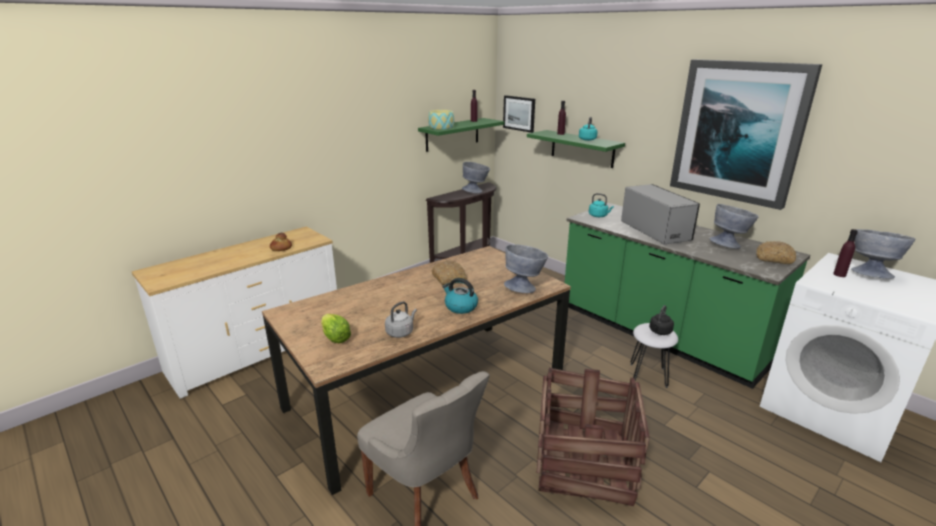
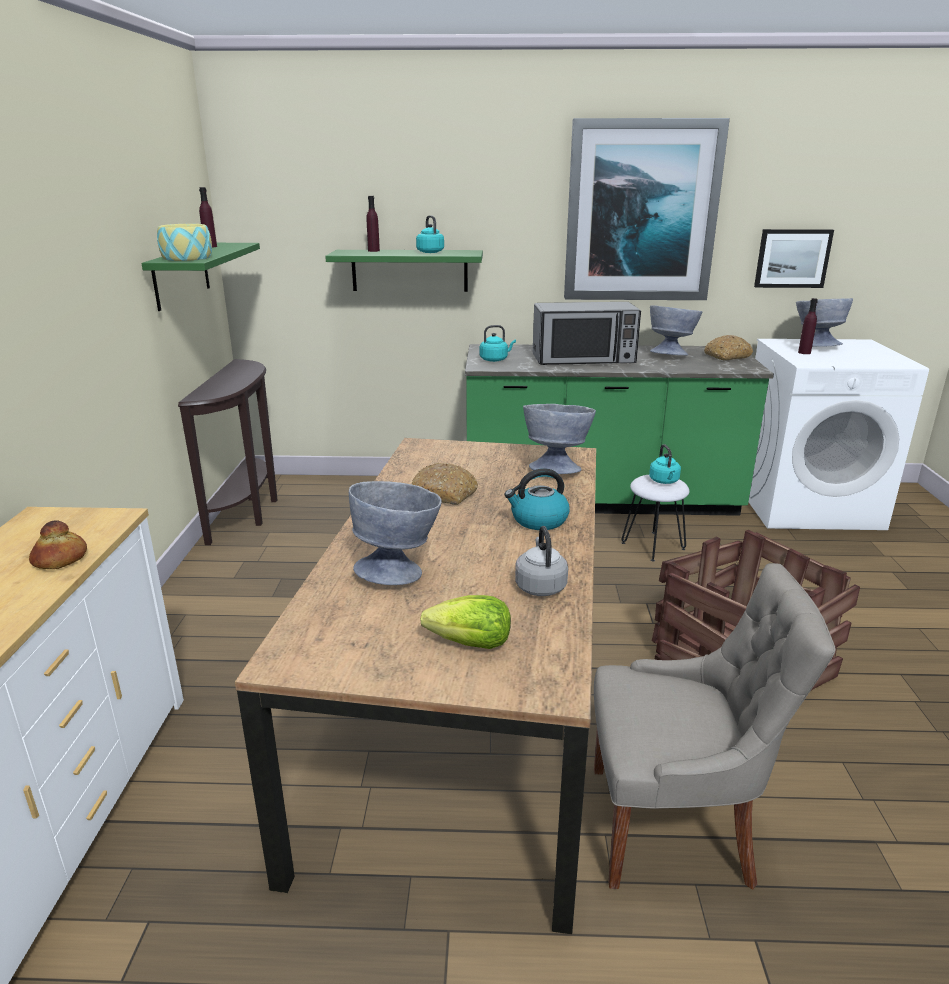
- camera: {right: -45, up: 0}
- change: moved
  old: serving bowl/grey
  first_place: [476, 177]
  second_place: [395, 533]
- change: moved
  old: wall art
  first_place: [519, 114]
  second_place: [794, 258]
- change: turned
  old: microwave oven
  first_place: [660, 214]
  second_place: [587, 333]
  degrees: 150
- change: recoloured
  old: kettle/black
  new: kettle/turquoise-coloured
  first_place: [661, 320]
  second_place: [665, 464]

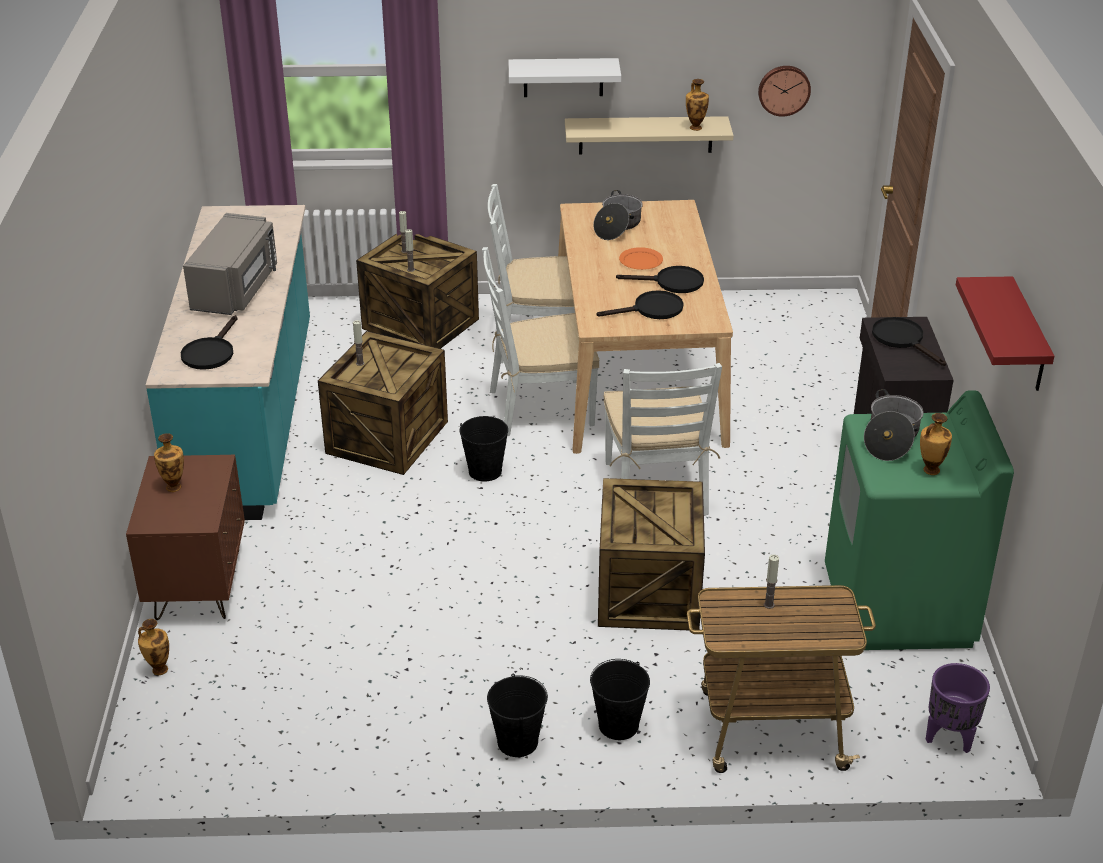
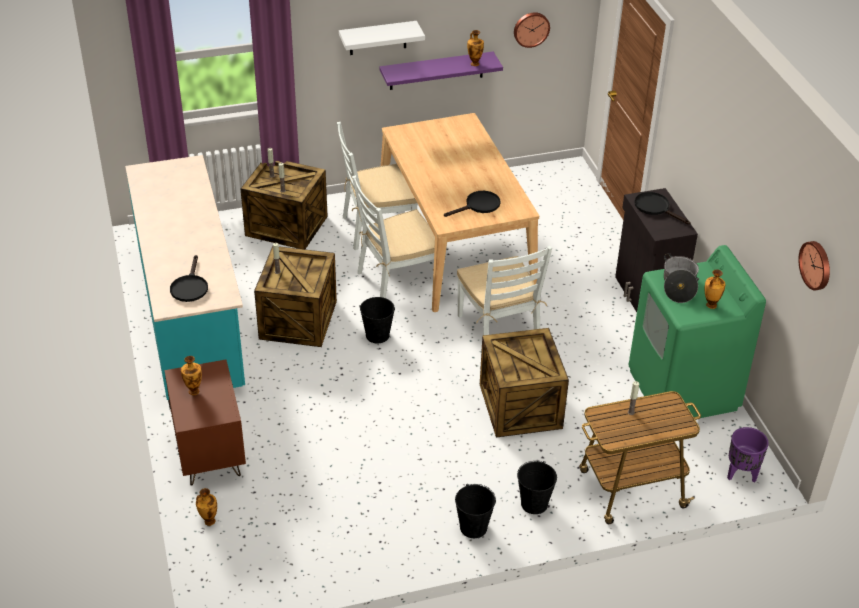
- camera: {right: -15, up: 5}
- change: removed
  old: microwave oven/grey
  first_place: [230, 264]
- change: recoloured
  old: wall shelf/beige
  new: wall shelf/purplish
  first_place: [649, 135]
  second_place: [441, 71]
- change: removed
  old: stockpot
  first_place: [618, 215]
- change: removed
  old: pan/black
  first_place: [660, 279]
- change: removed
  old: dinner plate/orangey
  first_place: [641, 258]
- change: removed
  old: wall shelf/red-coloured
  first_place: [1005, 333]
- change: added
  new: wall clock
  second_place: [814, 265]

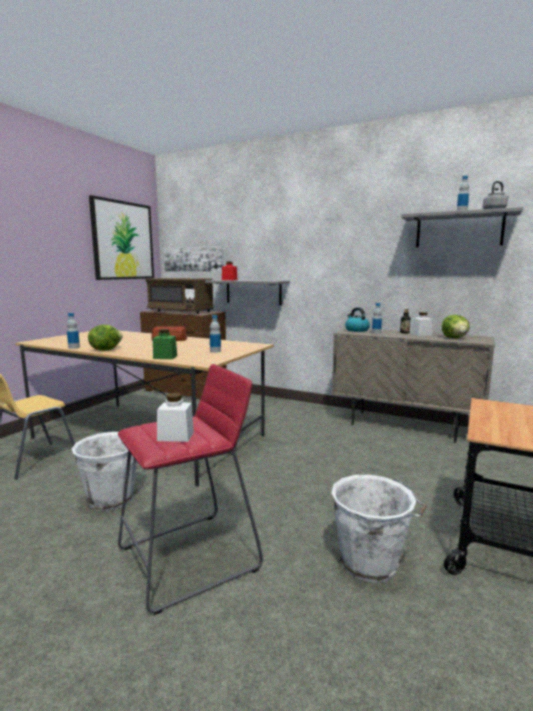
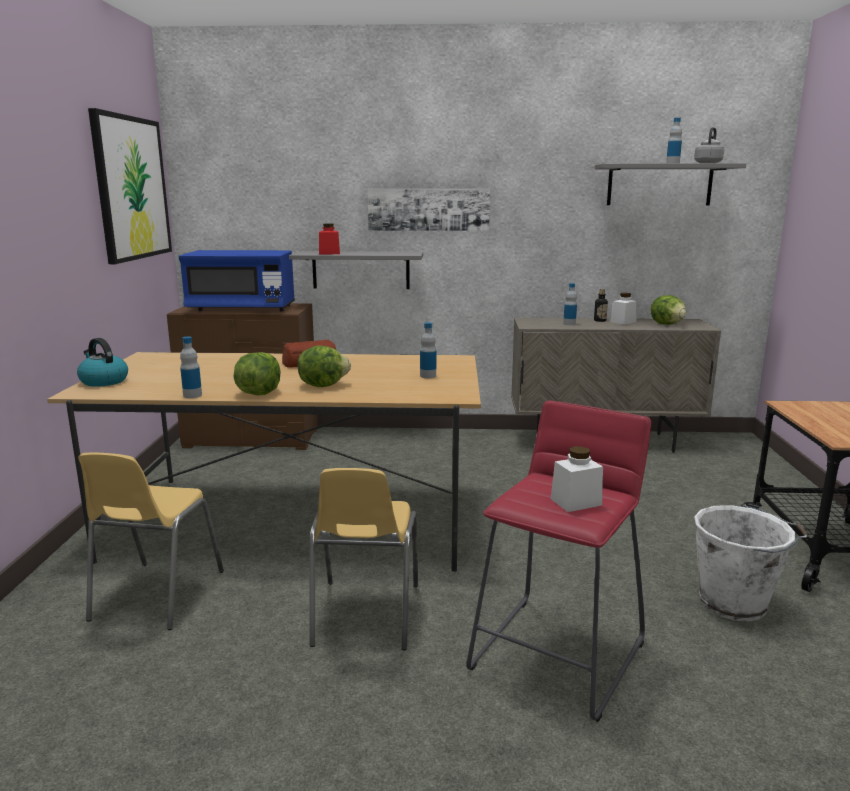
- camera: {right: -25, up: 5}
- change: replaced
  old: pail/white-coloured
  new: plain chair/yellow-coloured
  first_place: [104, 471]
  second_place: [364, 559]
- change: recoloured
  old: microwave oven/brown
  new: microwave oven/blue
  first_place: [180, 296]
  second_place: [237, 280]
- change: removed
  old: preserve jar/green-coloured
  first_place: [165, 344]
- change: moved
  old: wall art
  first_place: [194, 259]
  second_place: [428, 210]
- change: moved
  old: kettle
  first_place: [357, 319]
  second_place: [102, 362]
- change: added
  new: lettuce head
  second_place: [324, 366]

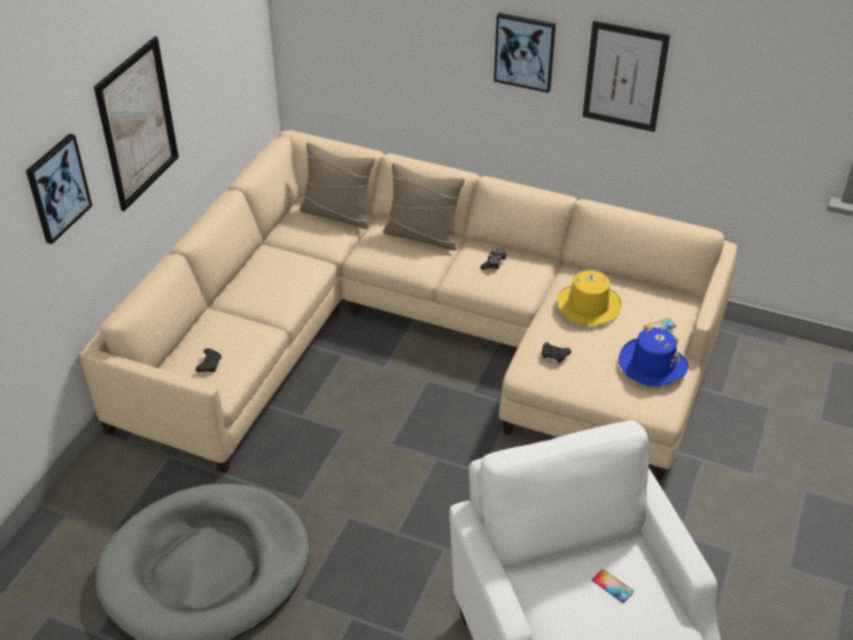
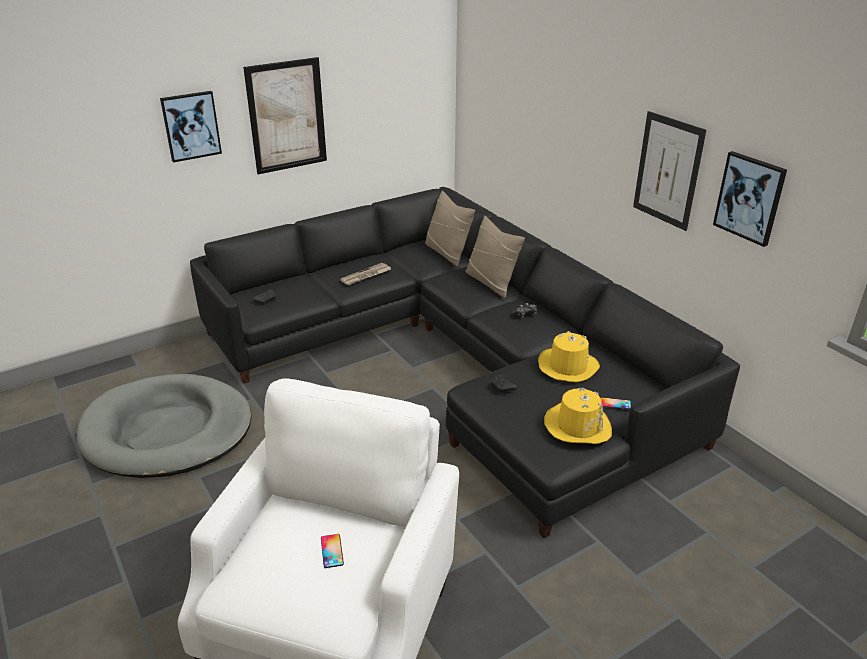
- camera: {right: 35, up: -10}
- change: recoloured
  old: settee/beige
  new: settee/black
  first_place: [408, 305]
  second_place: [465, 362]
- change: moved
  old: wall art
  first_place: [525, 53]
  second_place: [750, 199]
- change: recoloured
  old: clothing hat/blue
  new: clothing hat/yellow-coloured
  first_place: [653, 356]
  second_place: [578, 416]
- change: added
  new: daily paper
  second_place: [365, 274]

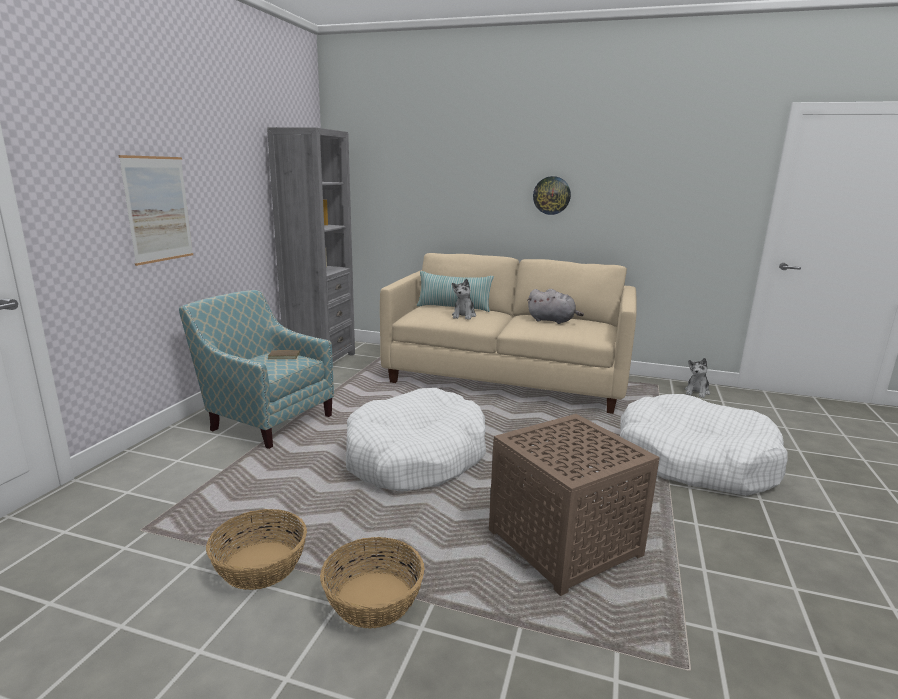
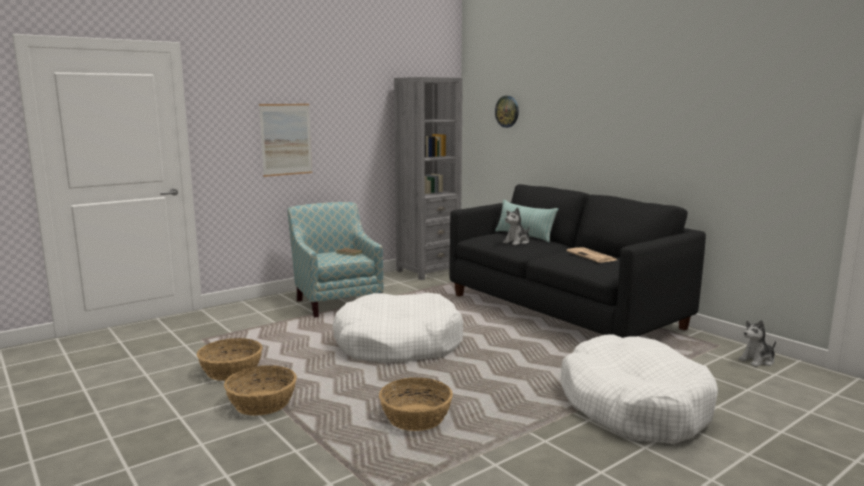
- camera: {right: 35, up: -5}
- change: recoloured
  old: settee/beige
  new: settee/black
  first_place: [508, 333]
  second_place: [577, 261]
- change: replaced
  old: accent table/brown
  new: storage basket
  first_place: [574, 505]
  second_place: [416, 404]
- change: replaced
  old: cuddly toy/grey
  new: daily paper
  first_place: [555, 306]
  second_place: [591, 255]
- change: moved
  old: wall clock
  first_place: [552, 195]
  second_place: [507, 112]

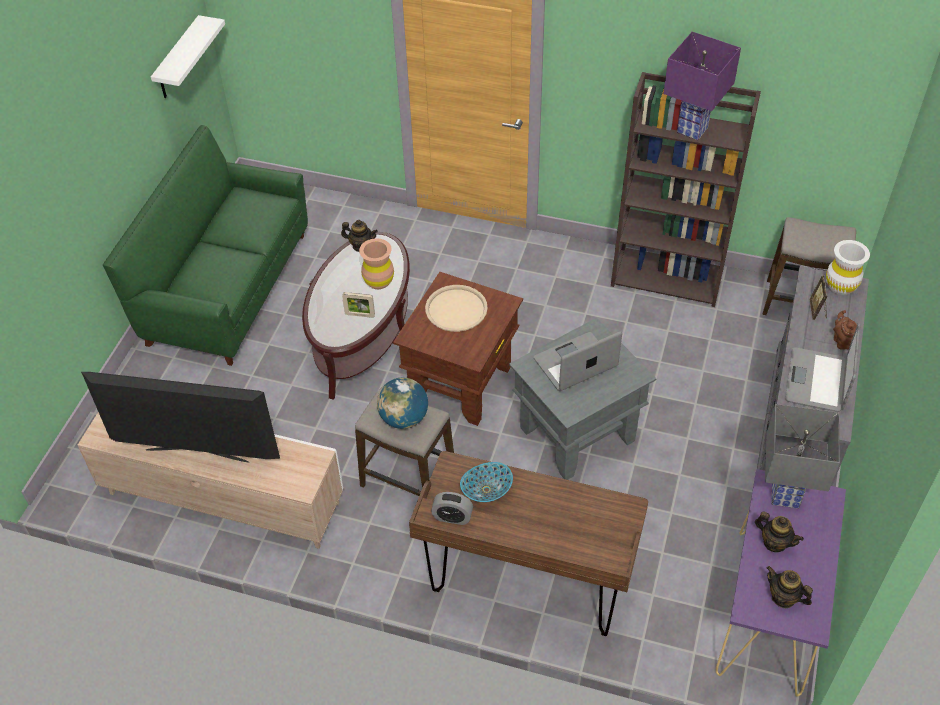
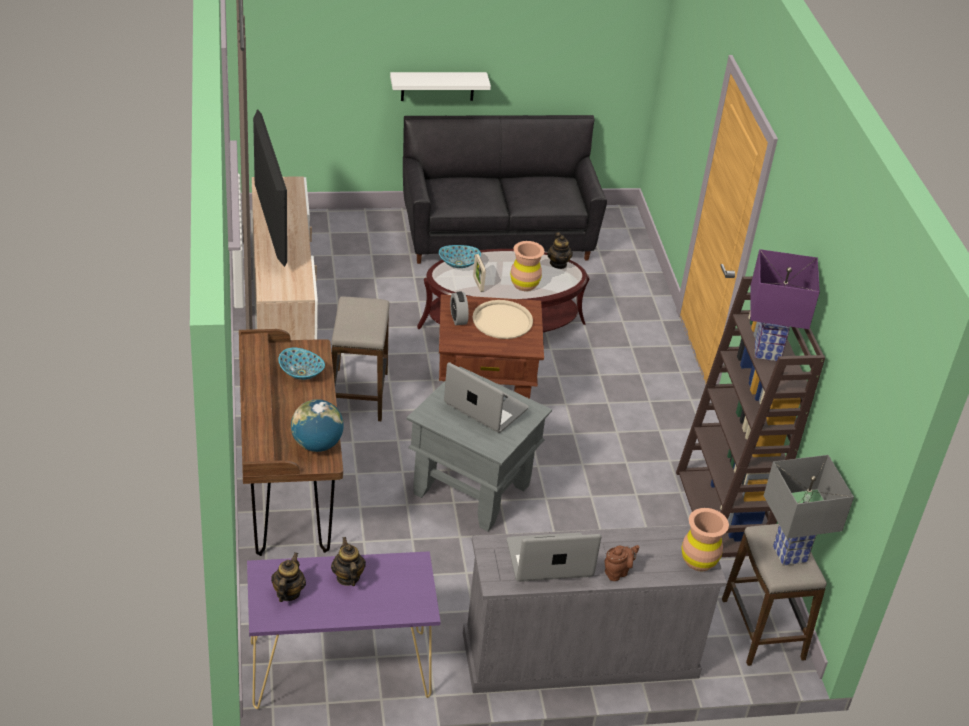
- camera: {right: 60, up: -10}
- change: recoloured
  old: settee/green-coloured
  new: settee/black
  first_place: [205, 245]
  second_place: [505, 189]
- change: moved
  old: wall shelf/white-coloured
  first_place: [188, 56]
  second_place: [440, 86]
- change: moved
  old: world globe
  first_place: [402, 403]
  second_place: [317, 425]
- change: moved
  old: bedside clock
  first_place: [452, 508]
  second_place: [459, 308]
- change: turned
  old: teapot
  first_place: [779, 532]
  second_place: [348, 561]
  degrees: 150
- change: moved
  old: table lamp/grey
  first_place: [802, 456]
  second_place: [809, 510]
- change: removed
  old: photo frame
  first_place: [819, 297]
- change: recoloured
  old: decorative vase/white-coloured
  new: decorative vase/brown
  first_place: [848, 267]
  second_place: [705, 539]
- change: added
  new: serving bowl
  second_place: [460, 256]

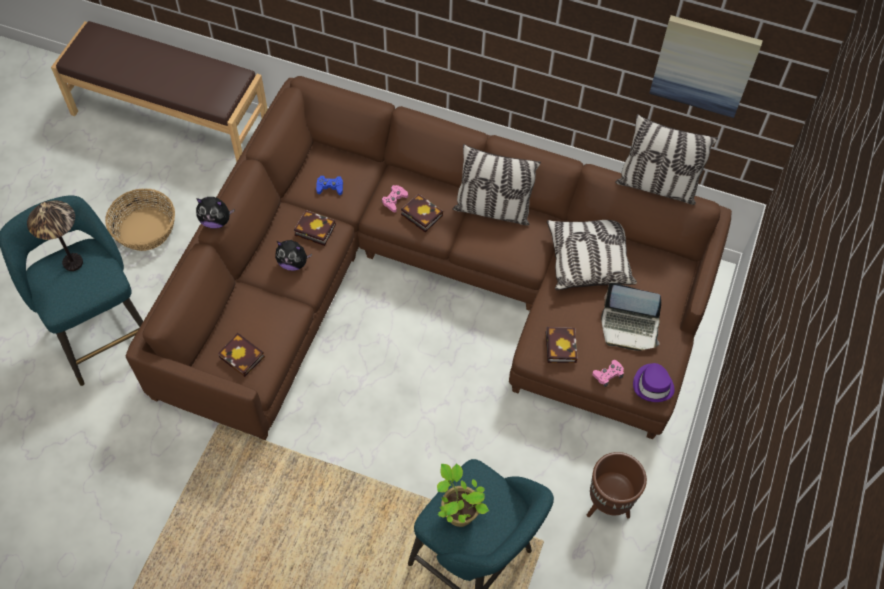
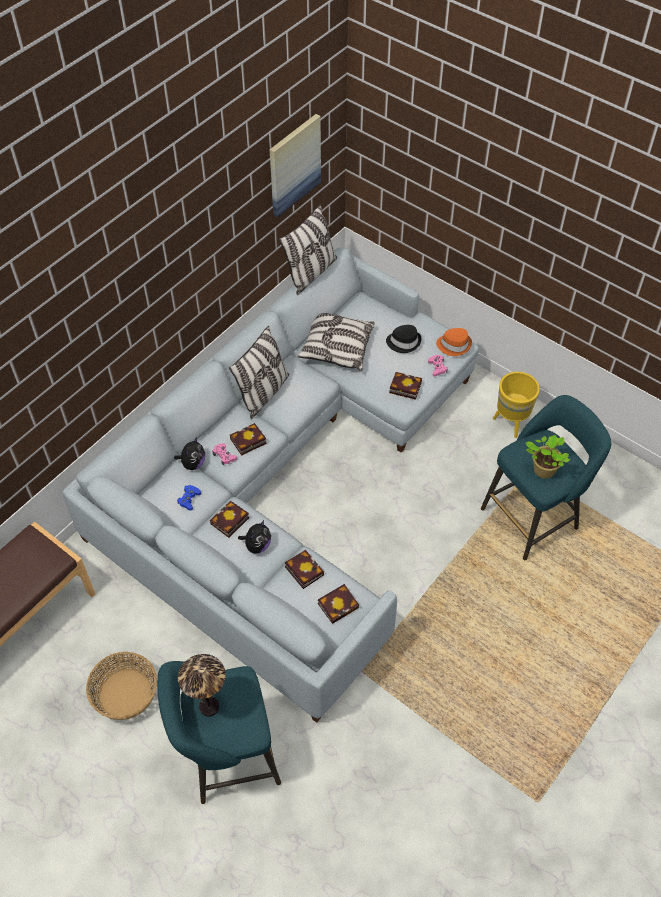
- camera: {right: -70, up: -5}
- change: recoloured
  old: settee/brown
  new: settee/grey
  first_place: [429, 258]
  second_place: [270, 485]
- change: moved
  old: cuddly toy
  first_place: [215, 213]
  second_place: [189, 453]
- change: recoloured
  old: plant pot/brown
  new: plant pot/yellow-coloured
  first_place: [617, 485]
  second_place: [516, 405]
- change: replaced
  old: laptop
  new: clothing hat/black
  first_place: [631, 317]
  second_place: [404, 339]
- change: recoloured
  old: clothing hat/purplish
  new: clothing hat/orangey
  first_place: [654, 382]
  second_place: [454, 342]
- change: added
  new: bound book
  second_place: [304, 569]

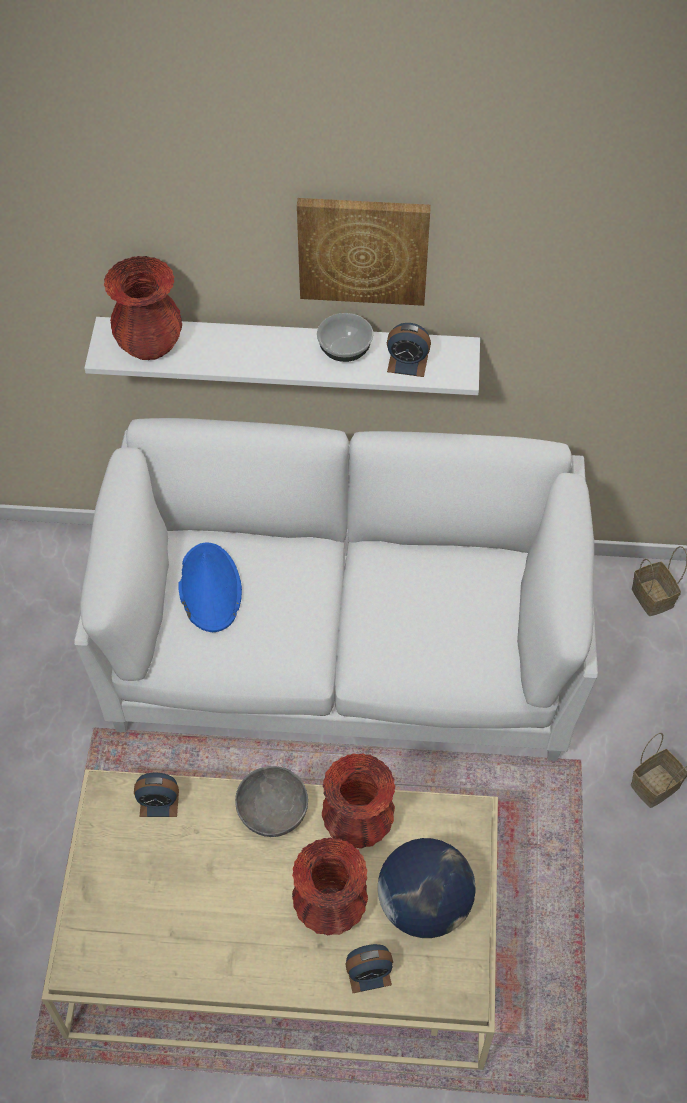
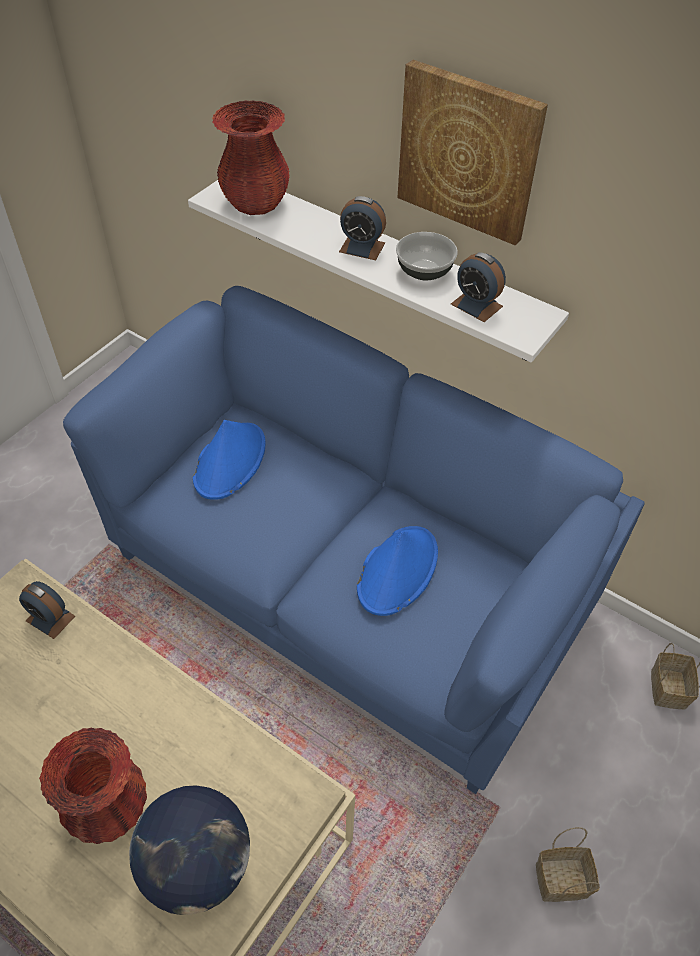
- camera: {right: 30, up: -5}
- change: recoloured
  old: settee/white-coloured
  new: settee/blue
  first_place: [336, 589]
  second_place: [354, 540]
- change: removed
  old: serving bowl/grey
  first_place: [271, 801]
- change: removed
  old: decorative vase/red-coloured
  first_place: [358, 801]
- change: moved
  old: bedside clock
  first_place: [369, 968]
  second_place: [362, 228]
- change: added
  new: clothing hat/blue
  second_place: [397, 571]

